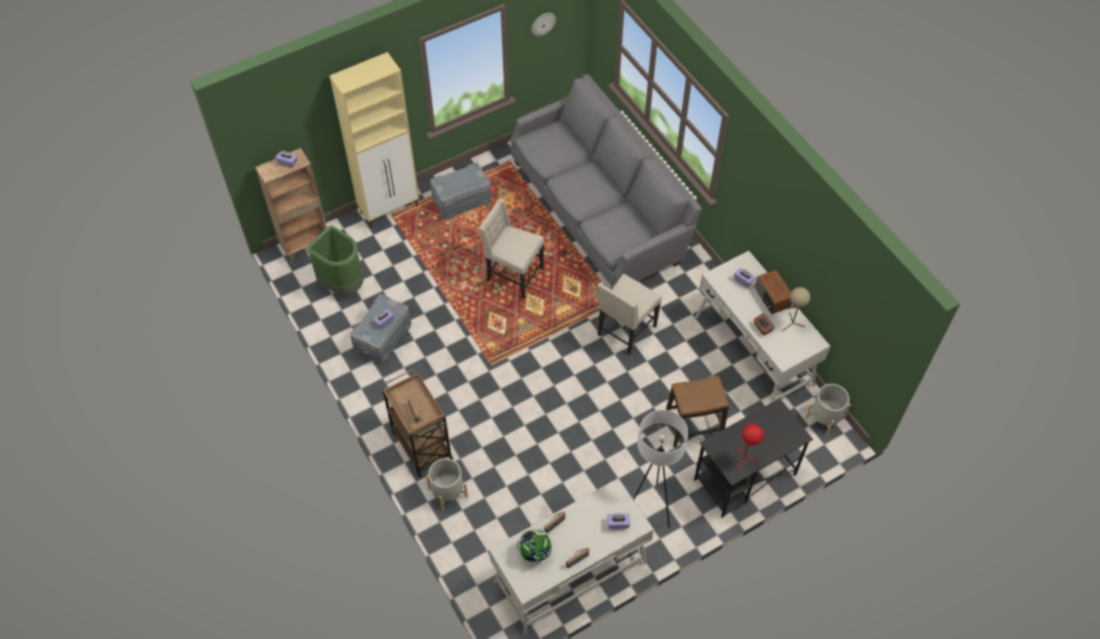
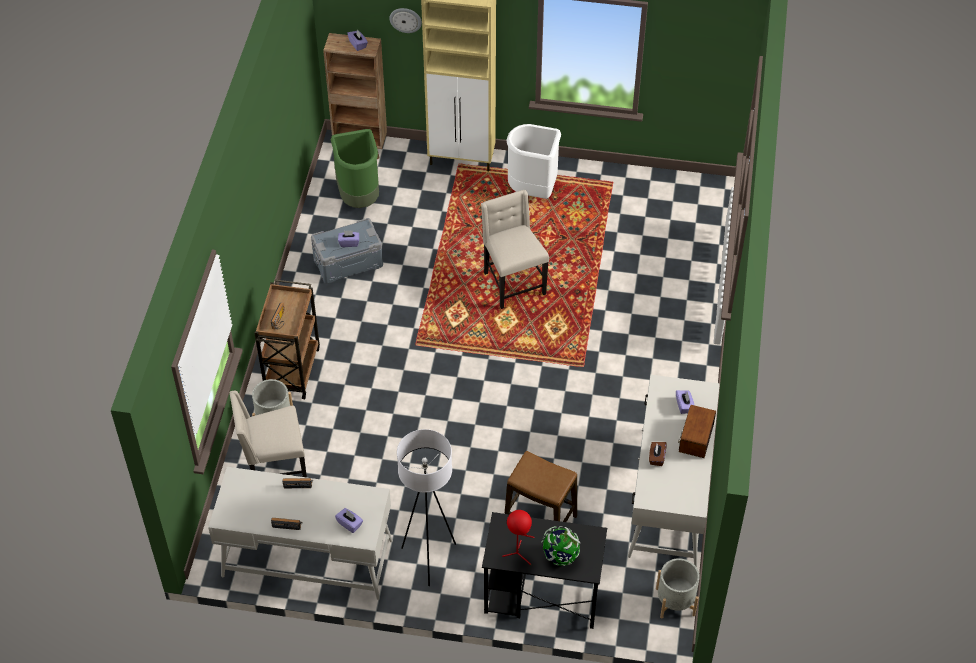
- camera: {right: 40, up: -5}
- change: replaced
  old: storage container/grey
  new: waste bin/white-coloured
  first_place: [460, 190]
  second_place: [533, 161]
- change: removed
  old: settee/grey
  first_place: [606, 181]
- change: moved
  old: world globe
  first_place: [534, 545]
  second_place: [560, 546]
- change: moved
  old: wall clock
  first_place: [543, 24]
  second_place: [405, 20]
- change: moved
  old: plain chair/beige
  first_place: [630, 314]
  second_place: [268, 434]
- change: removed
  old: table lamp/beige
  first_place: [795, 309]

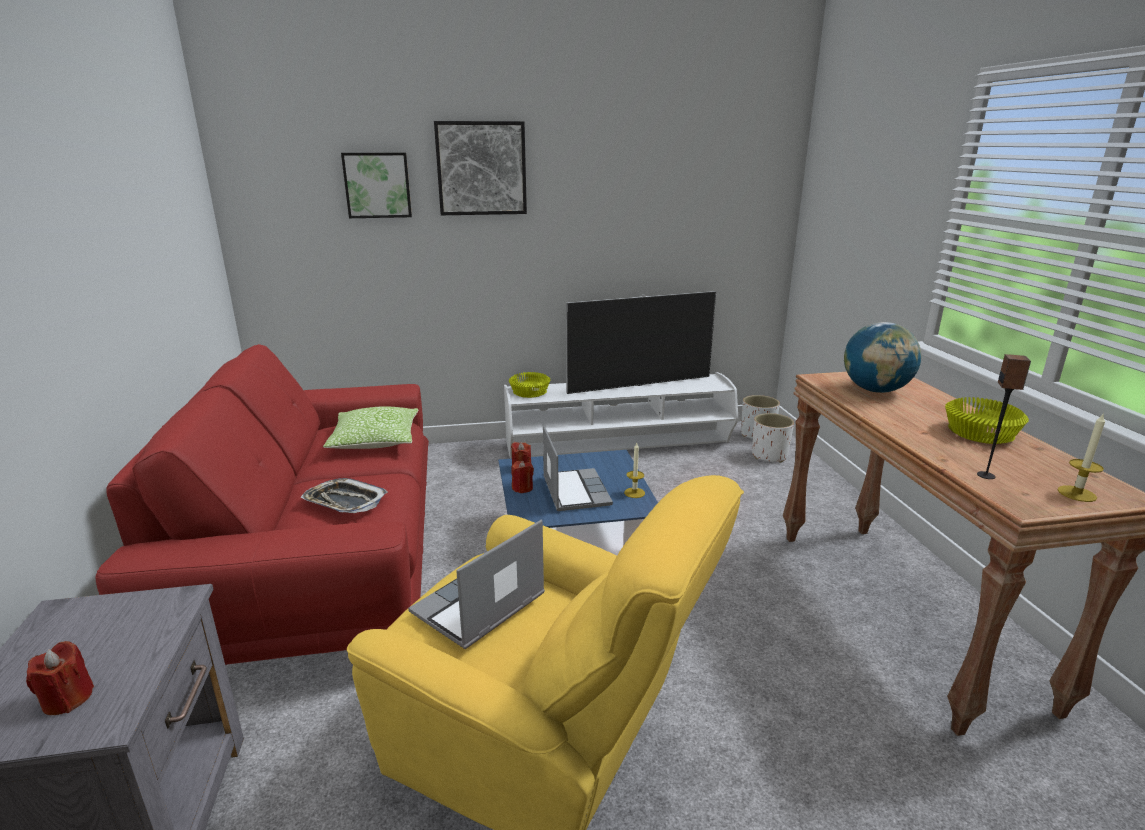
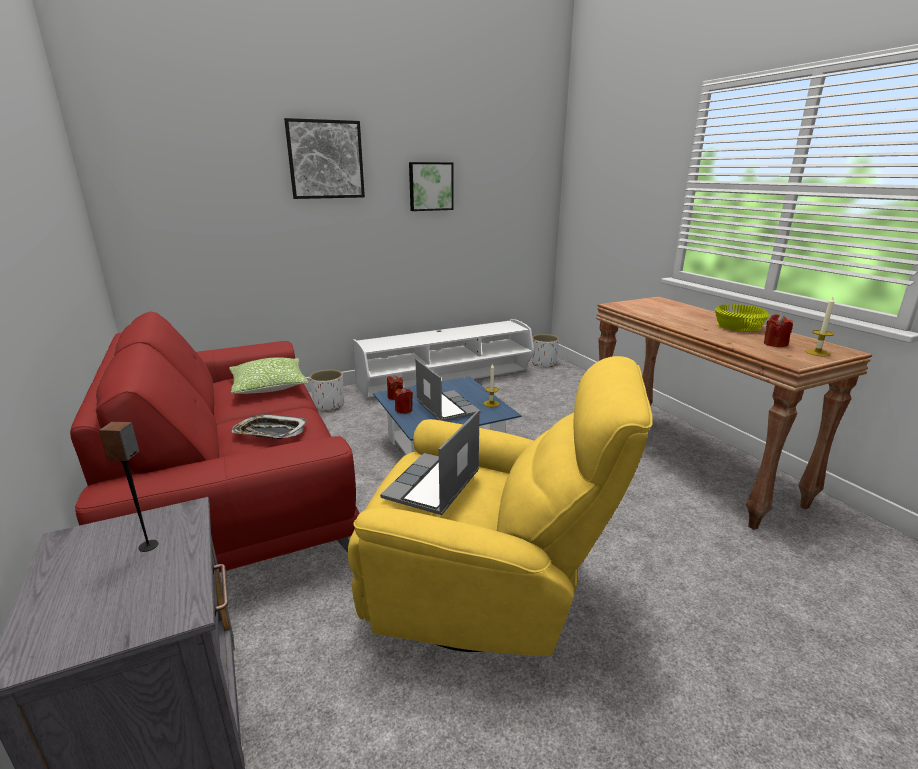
- camera: {right: -15, up: 0}
- change: moved
  old: wax light/red-coloured
  first_place: [60, 678]
  second_place: [778, 330]
- change: moved
  old: wall art
  first_place: [376, 185]
  second_place: [431, 186]
- change: removed
  old: serving bowl/yellow-coloured
  first_place: [529, 385]
- change: removed
  old: TV
  first_place: [641, 342]
- change: moved
  old: plant pot/white-coloured
  first_place: [773, 438]
  second_place: [326, 390]
- change: removed
  old: world globe
  first_place: [882, 357]
- change: moved
  old: loudspeaker
  first_place: [1004, 416]
  second_place: [128, 487]

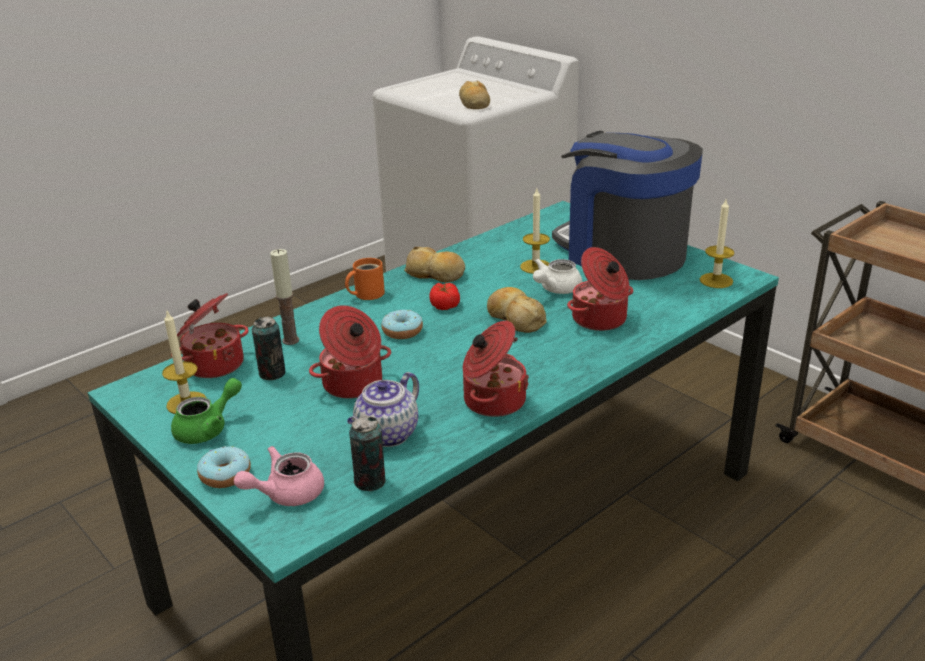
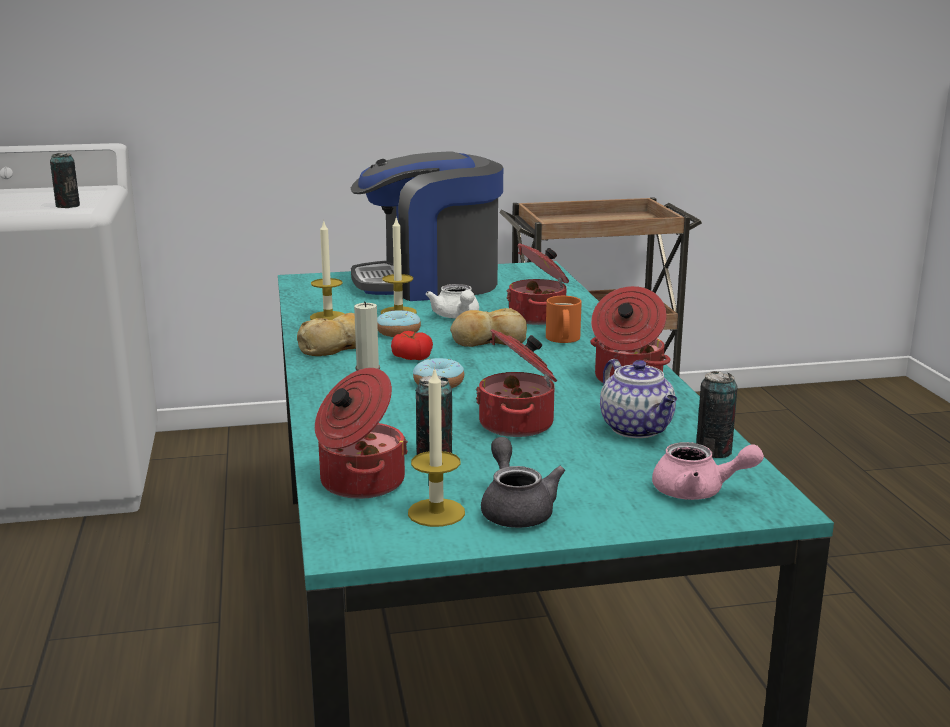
- camera: {right: -60, up: -10}
- change: recoloured
  old: teapot/green-coloured
  new: teapot/grey
  first_place: [206, 411]
  second_place: [523, 482]
- change: moved
  old: ring doughnut
  first_place: [224, 467]
  second_place: [399, 323]
- change: turned
  old: teapot/pinkish
  first_place: [279, 476]
  second_place: [708, 471]
  degrees: -75
- change: moved
  old: coffee mug/orangey
  first_place: [365, 279]
  second_place: [564, 319]
- change: replaced
  old: bakery bread
  new: can
  first_place: [474, 94]
  second_place: [65, 180]
- change: moved
  old: wax light
  first_place: [717, 244]
  second_place: [327, 270]

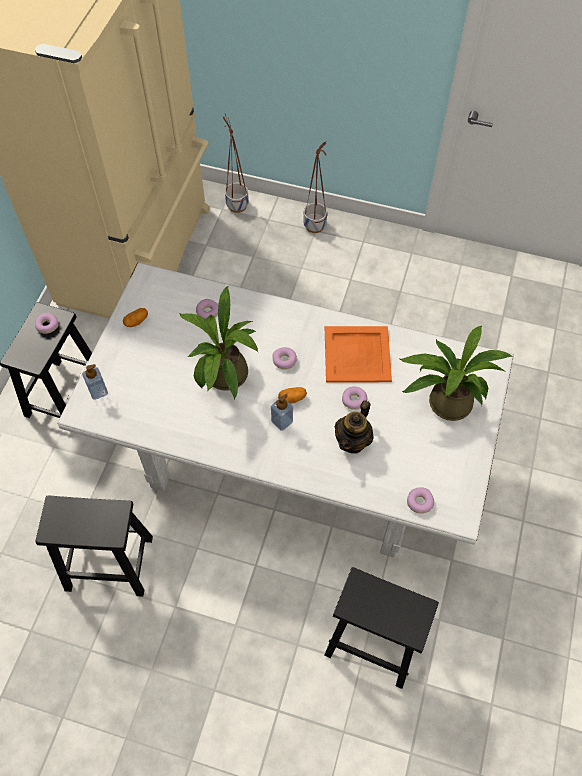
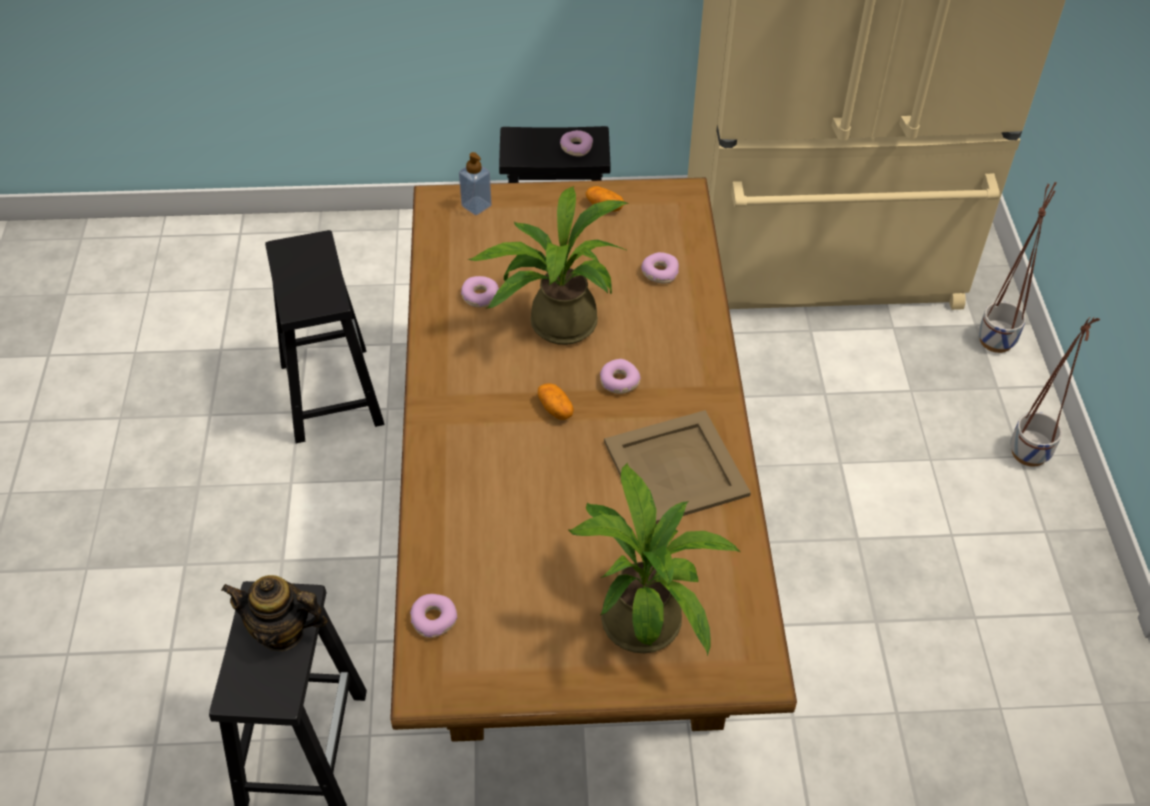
- camera: {right: 70, up: -10}
- change: recoloured
  old: dinner table/white-coloured
  new: dinner table/brown
  first_place: [285, 410]
  second_place: [593, 460]
- change: removed
  old: liquid soap bottle
  first_place: [282, 412]
- change: recoloured
  old: tray/orangey
  new: tray/beige
  first_place: [358, 354]
  second_place: [677, 467]
- change: moved
  old: teapot
  first_place: [354, 427]
  second_place: [274, 613]
- change: moved
  old: ring doughnut
  first_place: [354, 398]
  second_place: [480, 291]

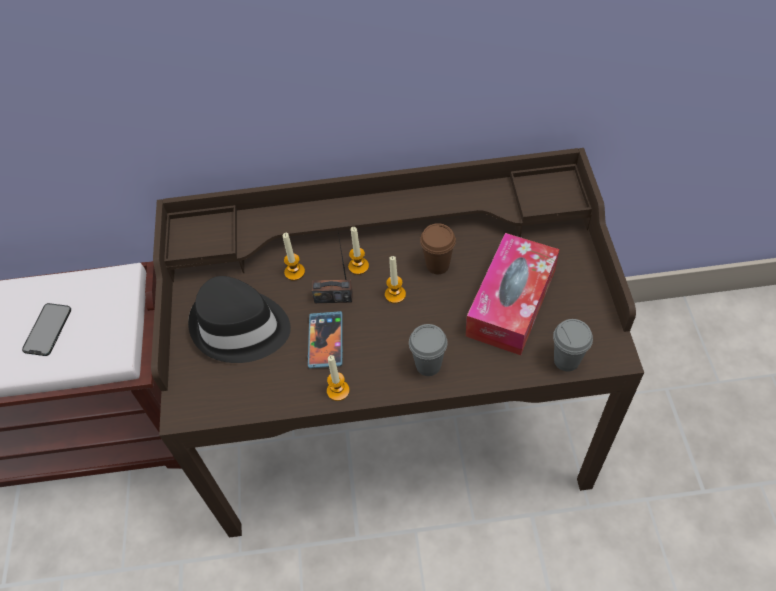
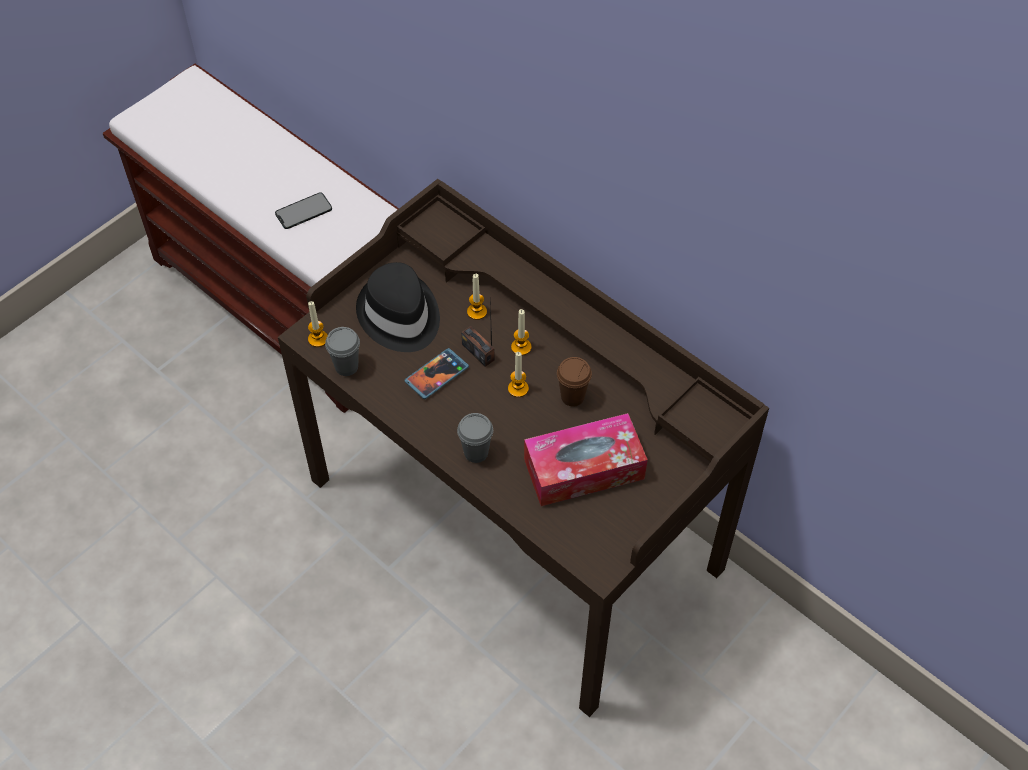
- camera: {right: 45, up: 0}
- change: moved
  old: wax light
  first_place: [338, 378]
  second_place: [318, 324]
- change: moved
  old: small cup/grey
  first_place: [573, 345]
  second_place: [342, 351]

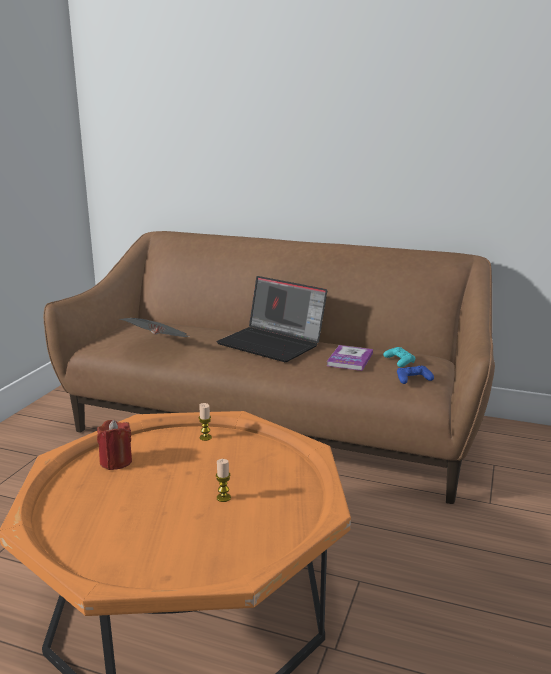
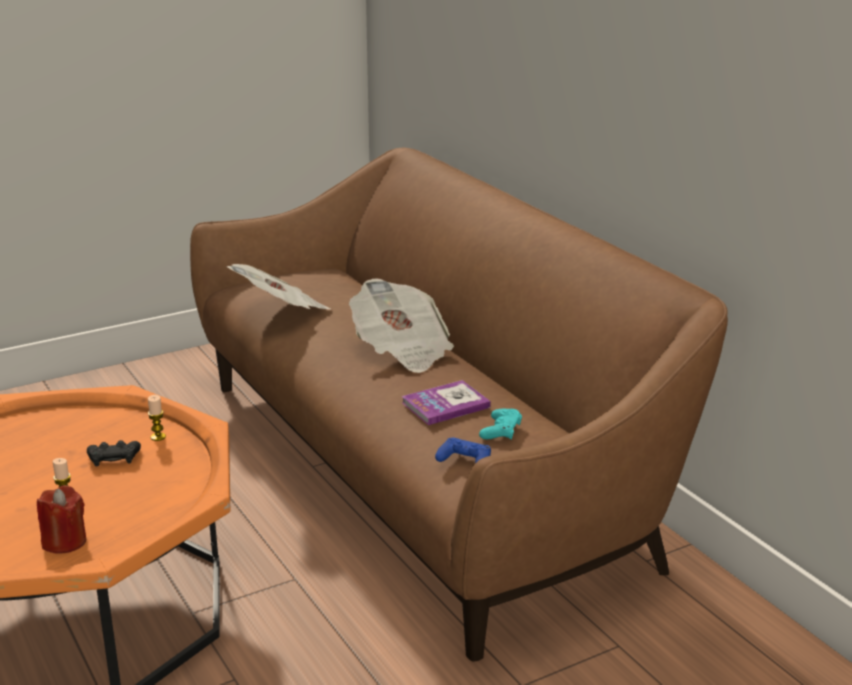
- camera: {right: 40, up: 5}
- change: moved
  old: wax light/red-coloured
  first_place: [114, 445]
  second_place: [61, 519]
- change: replaced
  old: laptop
  new: daily paper
  first_place: [272, 319]
  second_place: [401, 326]
- change: added
  new: gamepad/black
  second_place: [114, 453]

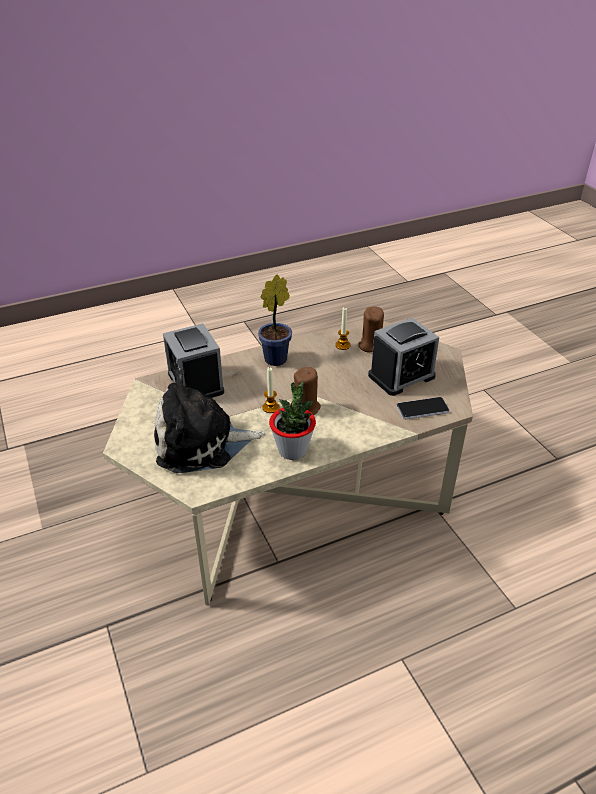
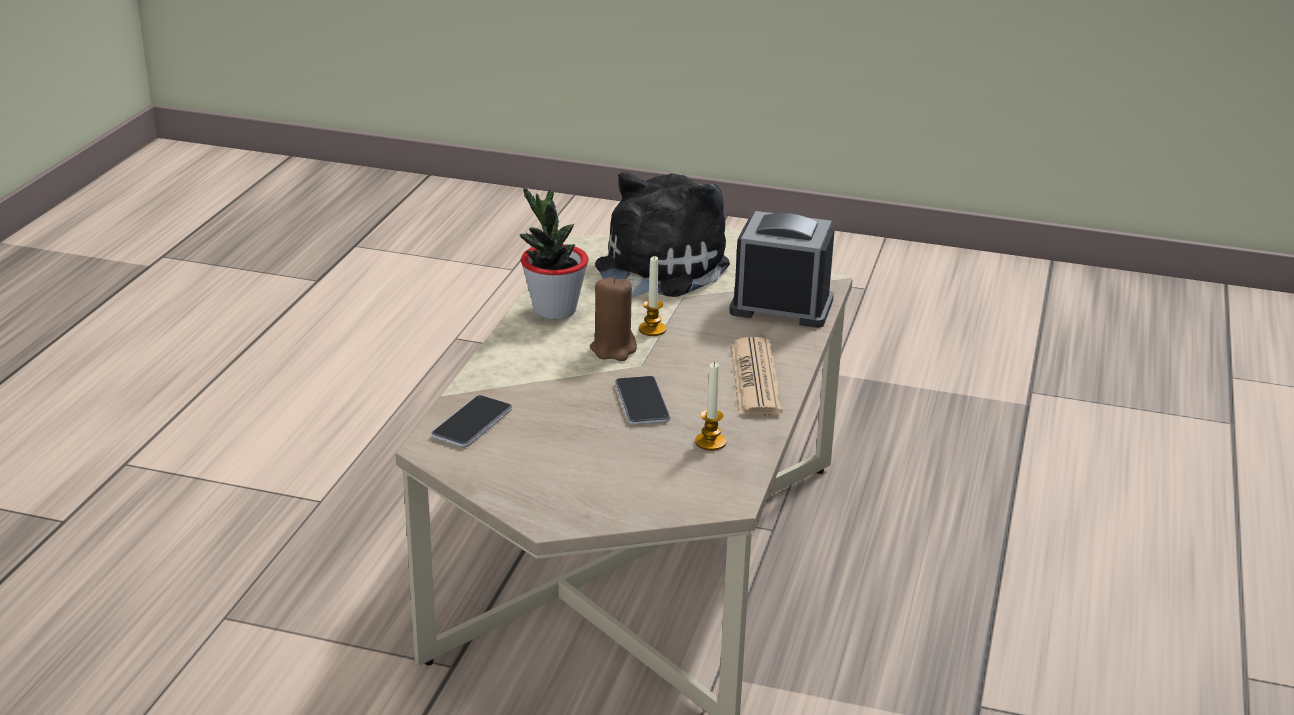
- camera: {right: 130, up: -10}
- change: replaced
  old: plant in a pot
  new: daily paper
  first_place: [275, 320]
  second_place: [756, 376]
- change: removed
  old: wax light/brown
  first_place: [371, 329]
- change: removed
  old: bedside clock
  first_place: [403, 357]
- change: added
  new: phone
  second_place: [643, 400]

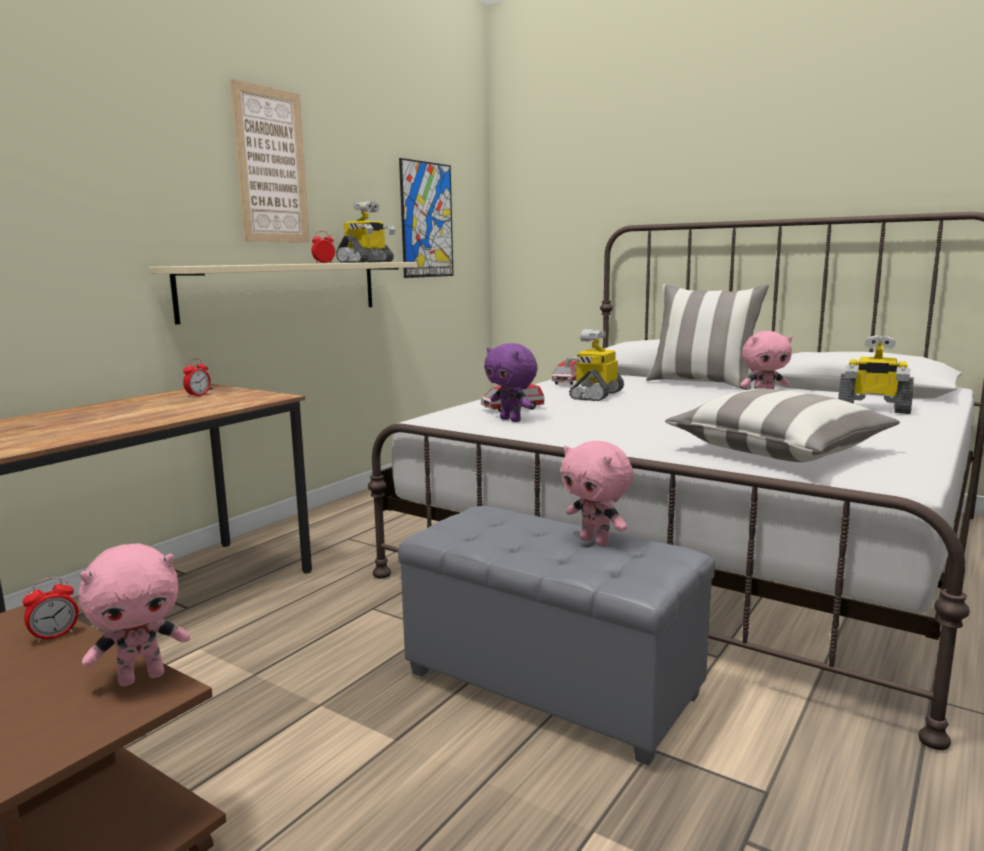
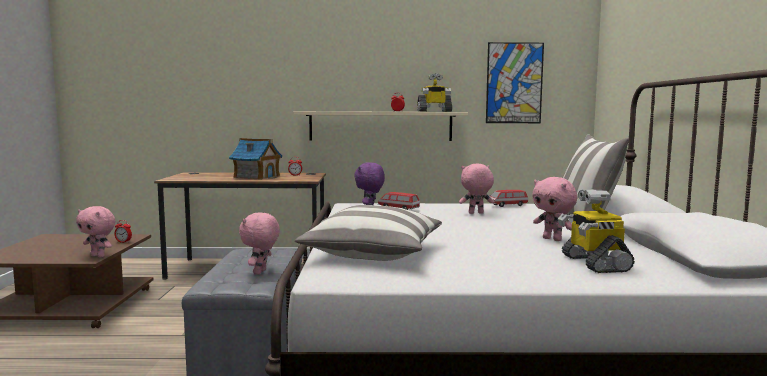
- camera: {right: 55, up: -5}
- change: removed
  old: wall art
  first_place: [270, 160]
- change: replaced
  old: toy robot
  new: cuddly toy/pinkish
  first_place: [594, 365]
  second_place: [476, 188]
- change: added
  new: toy house
  second_place: [255, 159]

